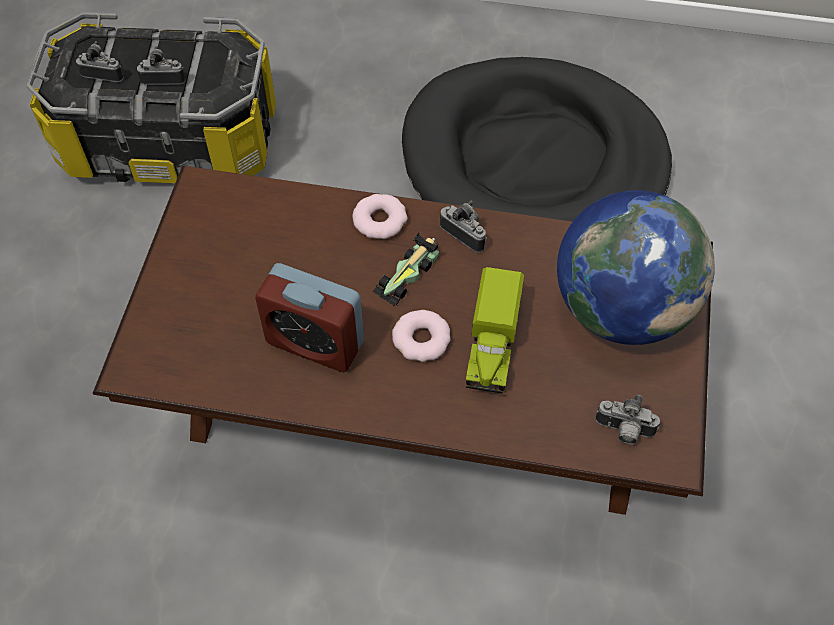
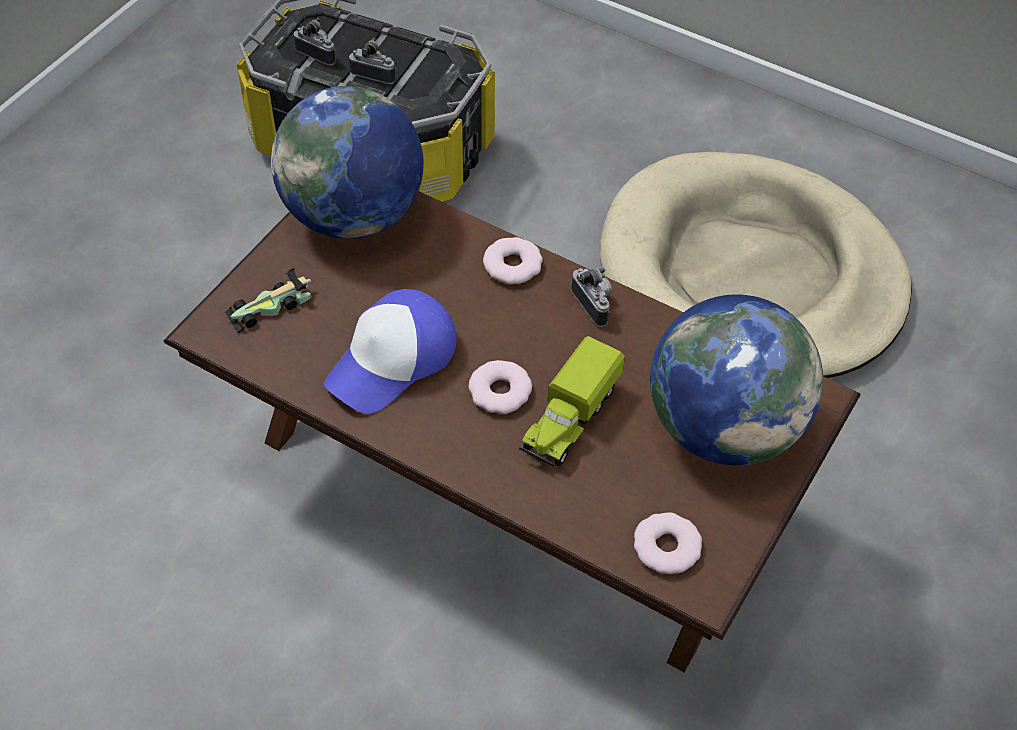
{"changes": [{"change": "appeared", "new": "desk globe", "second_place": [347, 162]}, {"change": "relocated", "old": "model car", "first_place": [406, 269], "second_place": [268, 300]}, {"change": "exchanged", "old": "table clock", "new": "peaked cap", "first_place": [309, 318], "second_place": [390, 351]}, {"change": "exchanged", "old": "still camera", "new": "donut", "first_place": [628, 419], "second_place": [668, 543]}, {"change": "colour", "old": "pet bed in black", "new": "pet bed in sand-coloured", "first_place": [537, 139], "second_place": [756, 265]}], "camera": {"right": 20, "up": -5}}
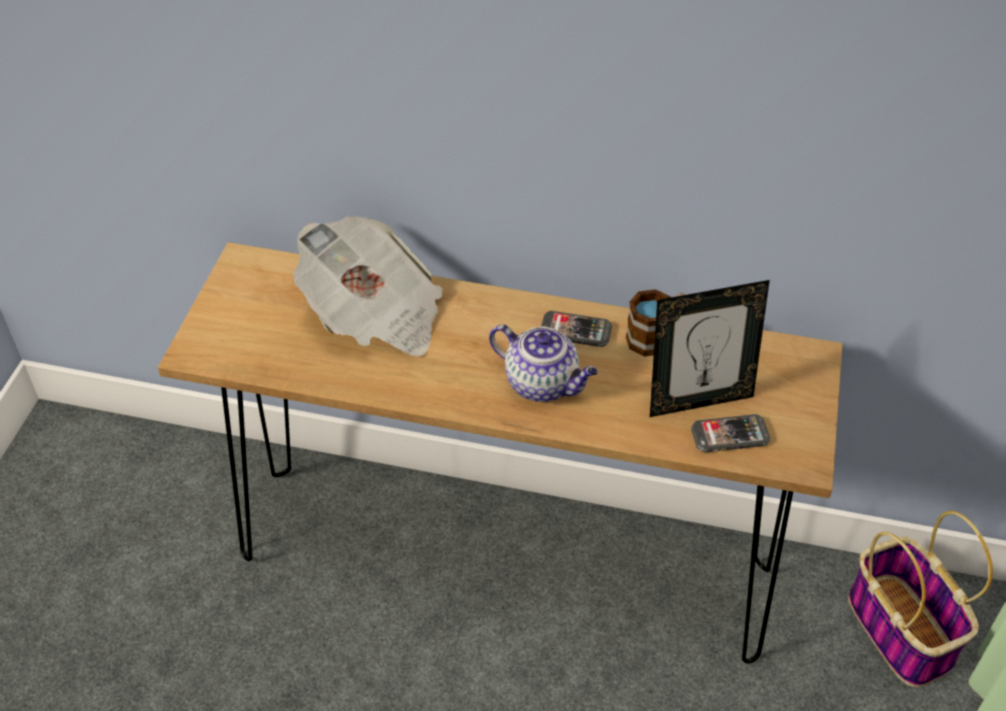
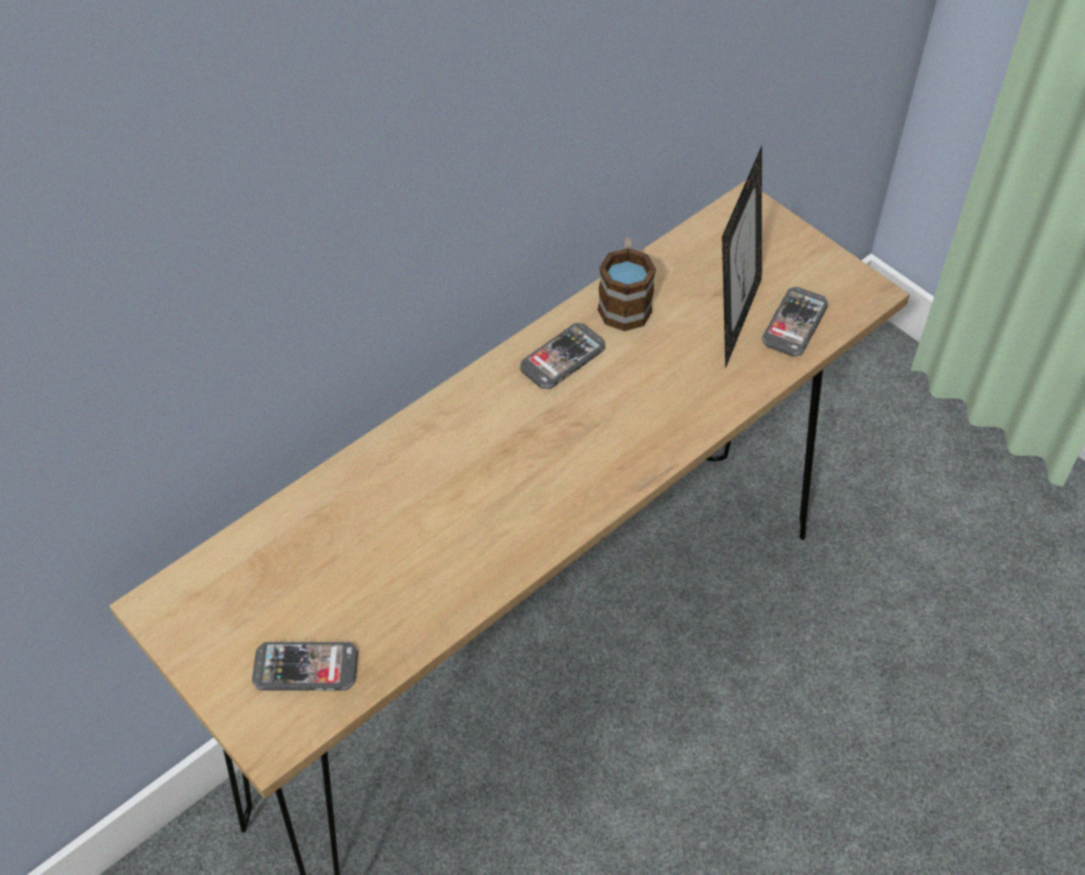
{"changes": [{"change": "missing", "old": "newspaper", "first_place": [368, 286]}, {"change": "missing", "old": "tea pot", "first_place": [543, 363]}, {"change": "missing", "old": "household basket", "first_place": [920, 599]}, {"change": "appeared", "new": "phone", "second_place": [305, 666]}], "camera": {"right": -55, "up": 5}}
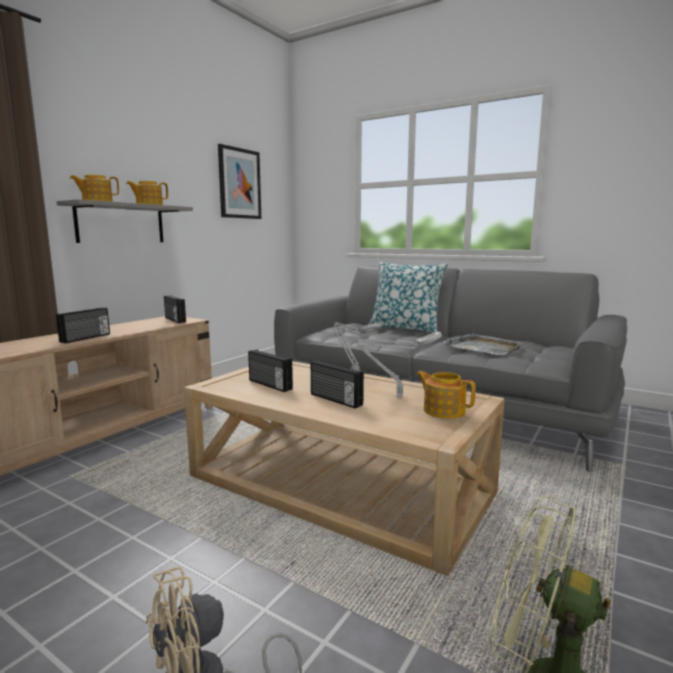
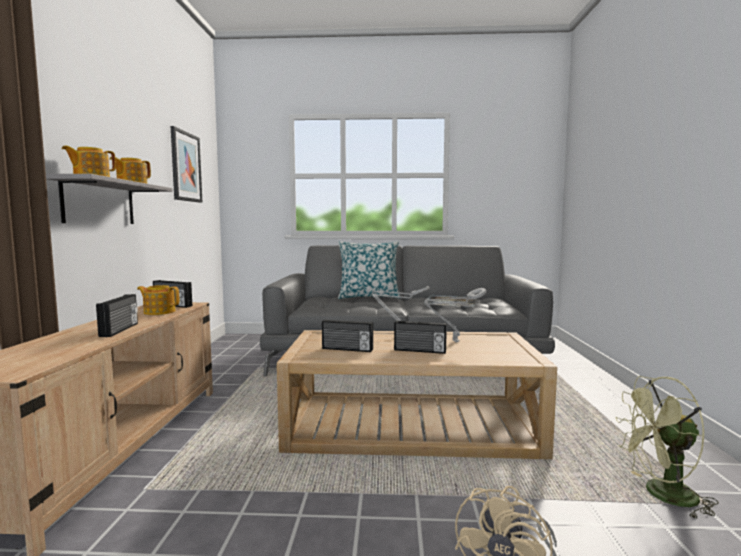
{"changes": [{"change": "relocated", "old": "tea pot", "first_place": [446, 395], "second_place": [158, 300]}], "camera": {"right": -30, "up": -5}}
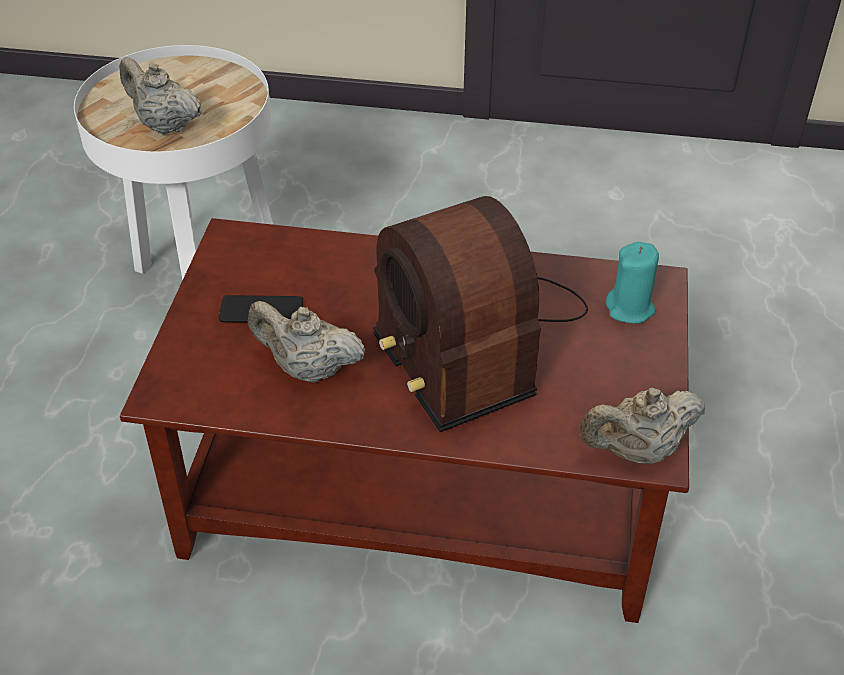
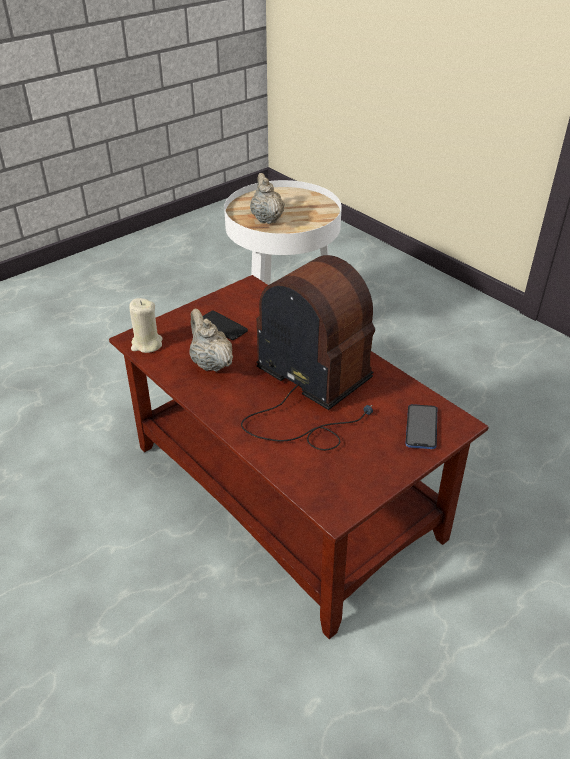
{"changes": [{"change": "missing", "old": "tea pot in sand-coloured", "first_place": [642, 425]}, {"change": "appeared", "new": "wax candle in sand-coloured", "second_place": [146, 325]}, {"change": "exchanged", "old": "wax candle in turquoise", "new": "phone", "first_place": [632, 283], "second_place": [421, 426]}, {"change": "spun", "old": "radio set", "first_place": [480, 314], "second_place": [308, 353], "degrees": 120}], "camera": {"right": 40, "up": -5}}
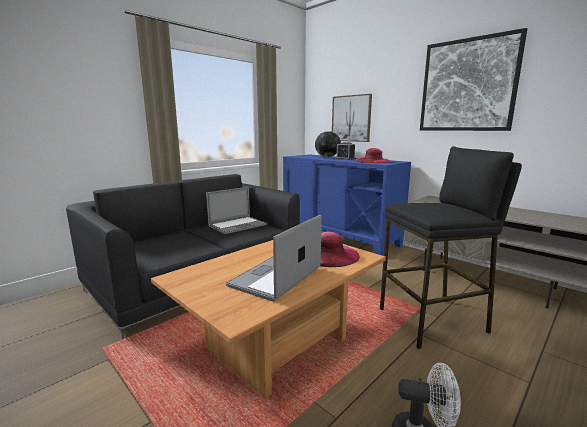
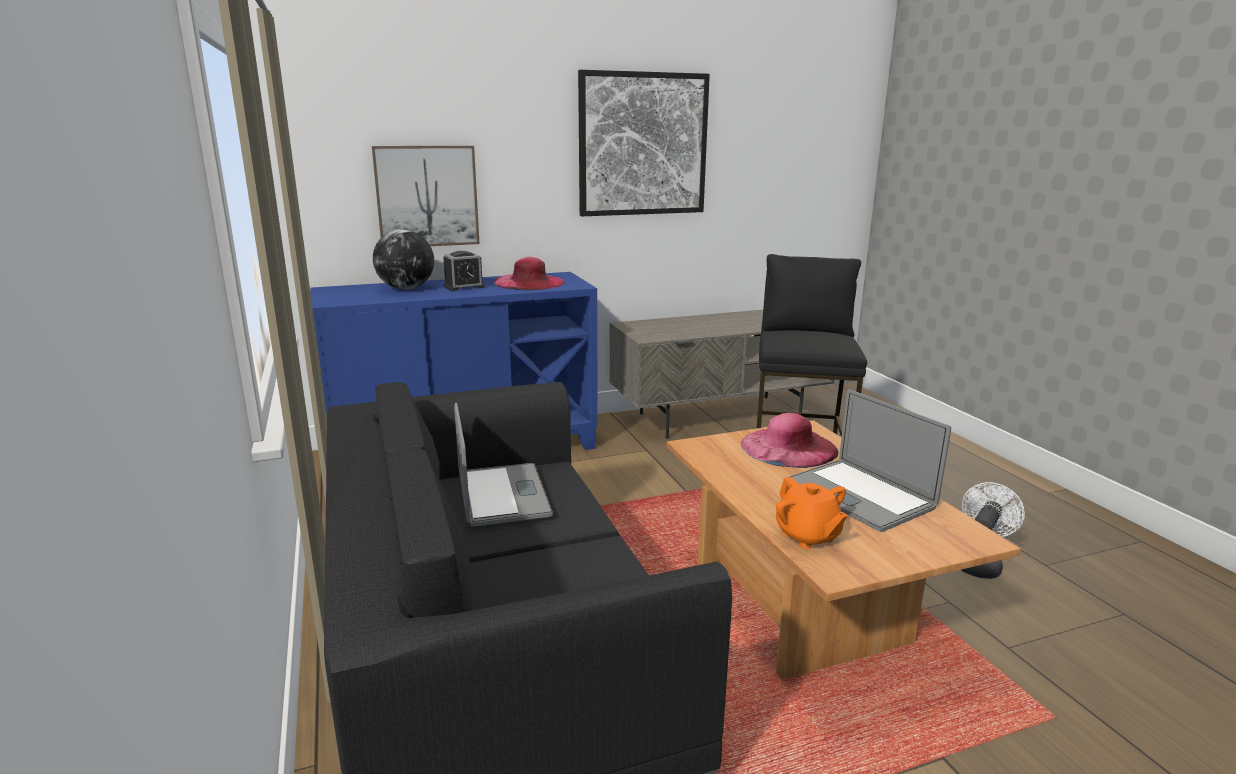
{"changes": [{"change": "appeared", "new": "tea pot in orange", "second_place": [811, 513]}], "camera": {"right": -65, "up": 5}}
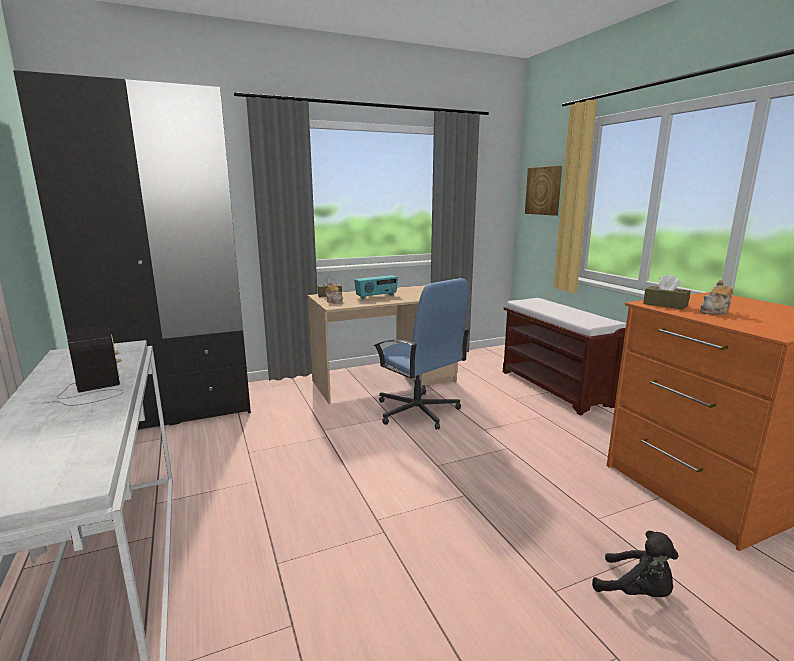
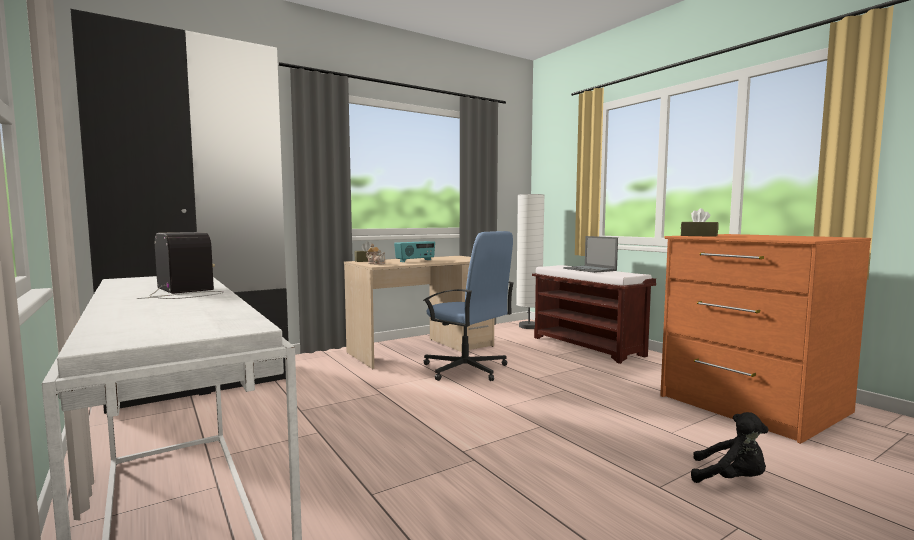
{"changes": [{"change": "missing", "old": "picture", "first_place": [543, 191]}, {"change": "missing", "old": "tea pot", "first_place": [716, 297]}, {"change": "appeared", "new": "floor lamp in whitish", "second_place": [530, 261]}, {"change": "appeared", "new": "laptop", "second_place": [590, 254]}], "camera": {"right": -10, "up": -10}}
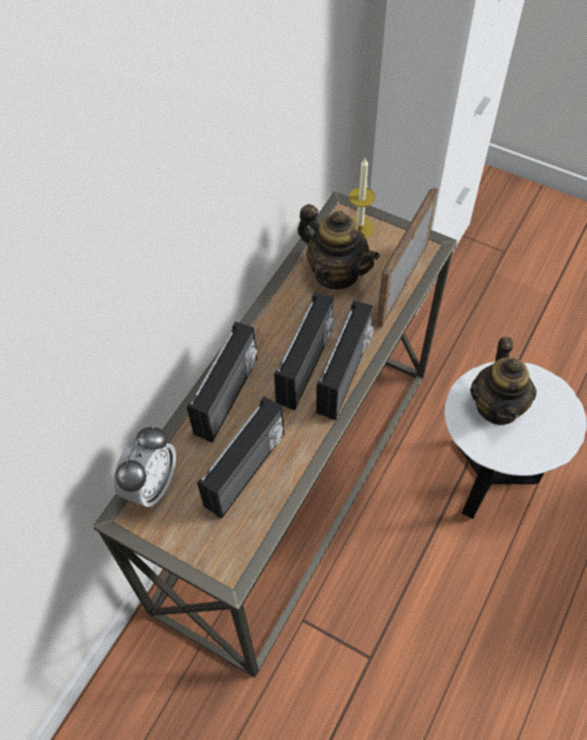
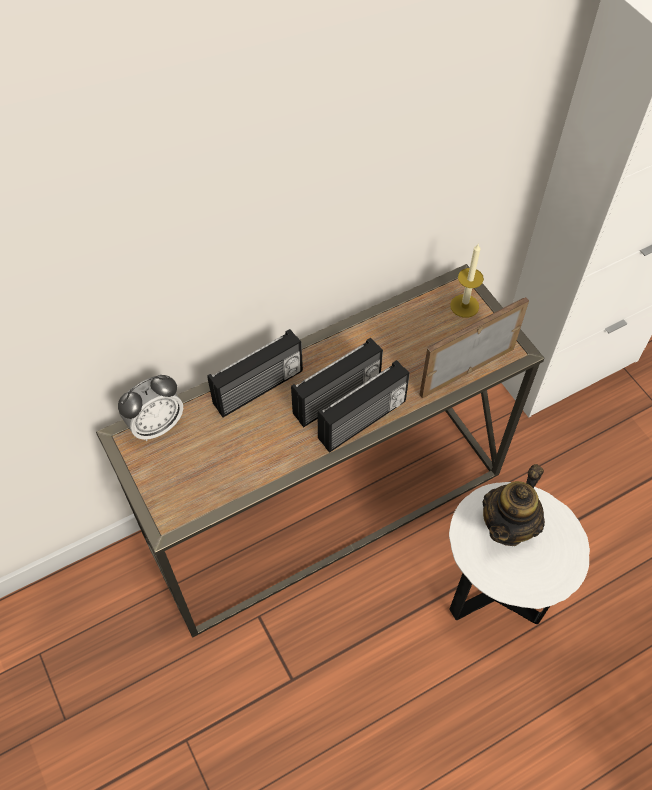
{"changes": [{"change": "missing", "old": "radio set", "first_place": [240, 457]}, {"change": "missing", "old": "tea pot", "first_place": [339, 246]}], "camera": {"right": 30, "up": 0}}
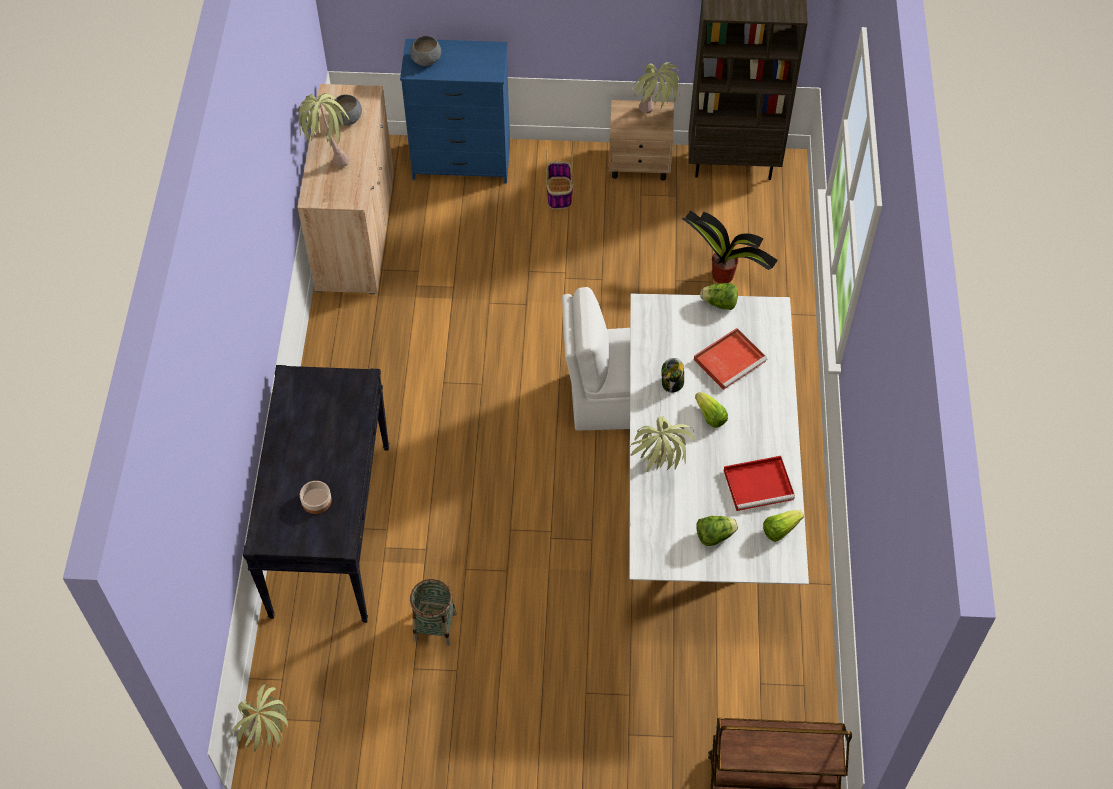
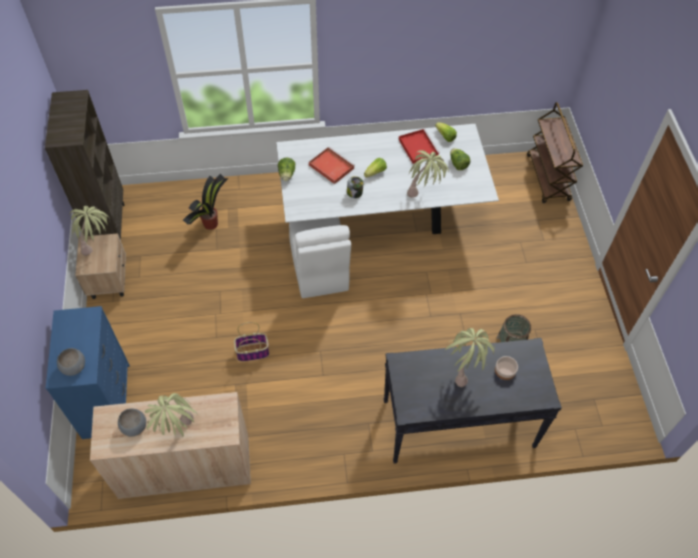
{"changes": [{"change": "relocated", "old": "potted plant", "first_place": [260, 718], "second_place": [470, 357]}, {"change": "relocated", "old": "household basket", "first_place": [560, 180], "second_place": [251, 342]}], "camera": {"right": -100, "up": 0}}
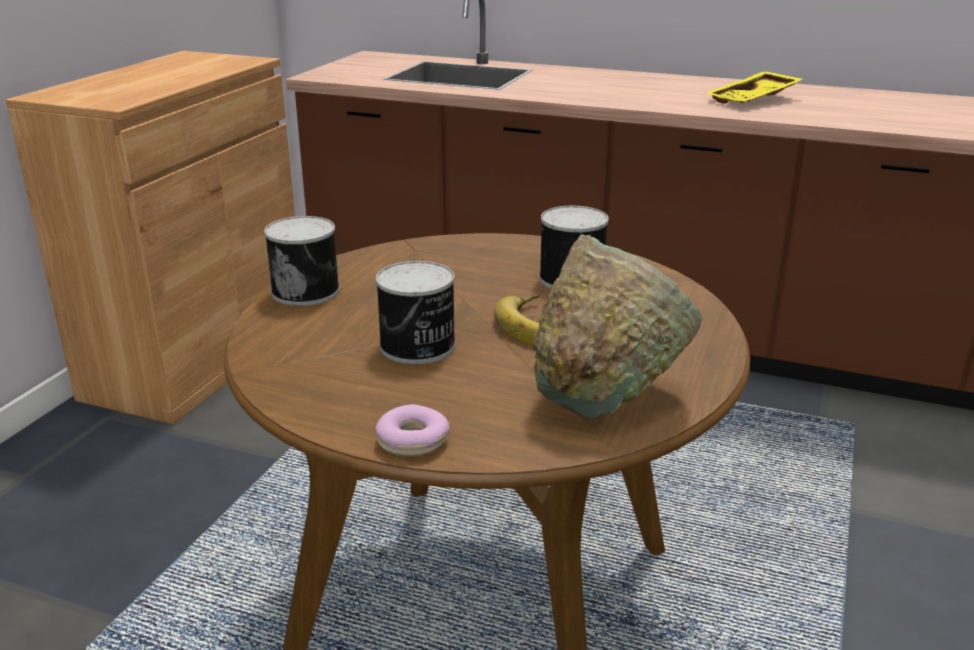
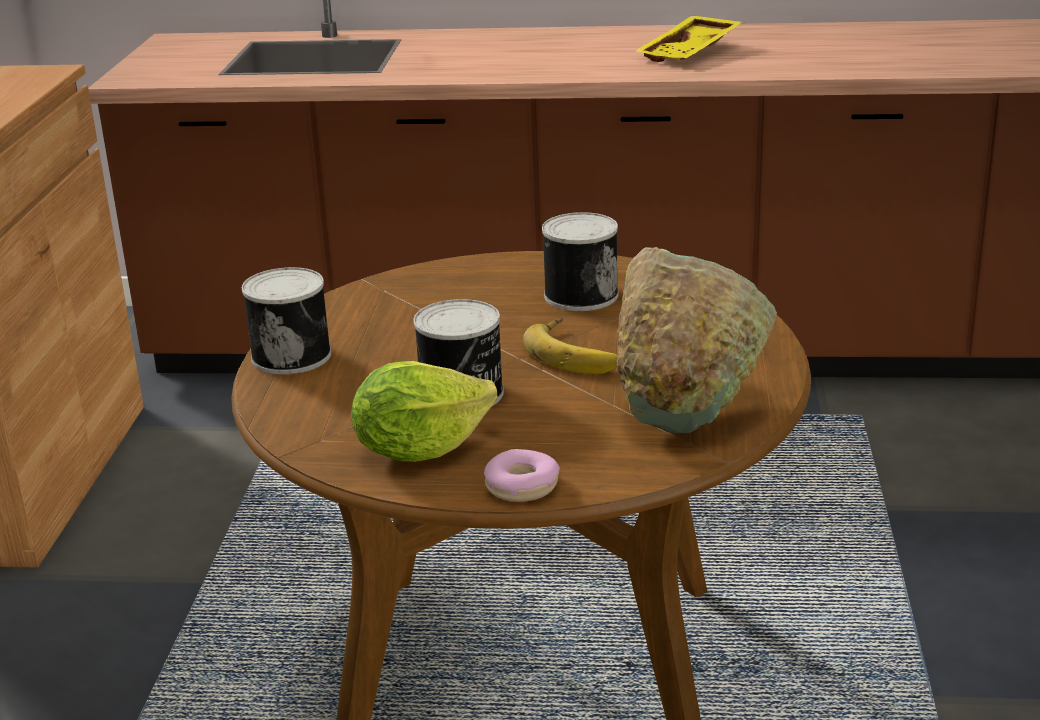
{"changes": [{"change": "appeared", "new": "lettuce", "second_place": [424, 411]}], "camera": {"right": -15, "up": 0}}
